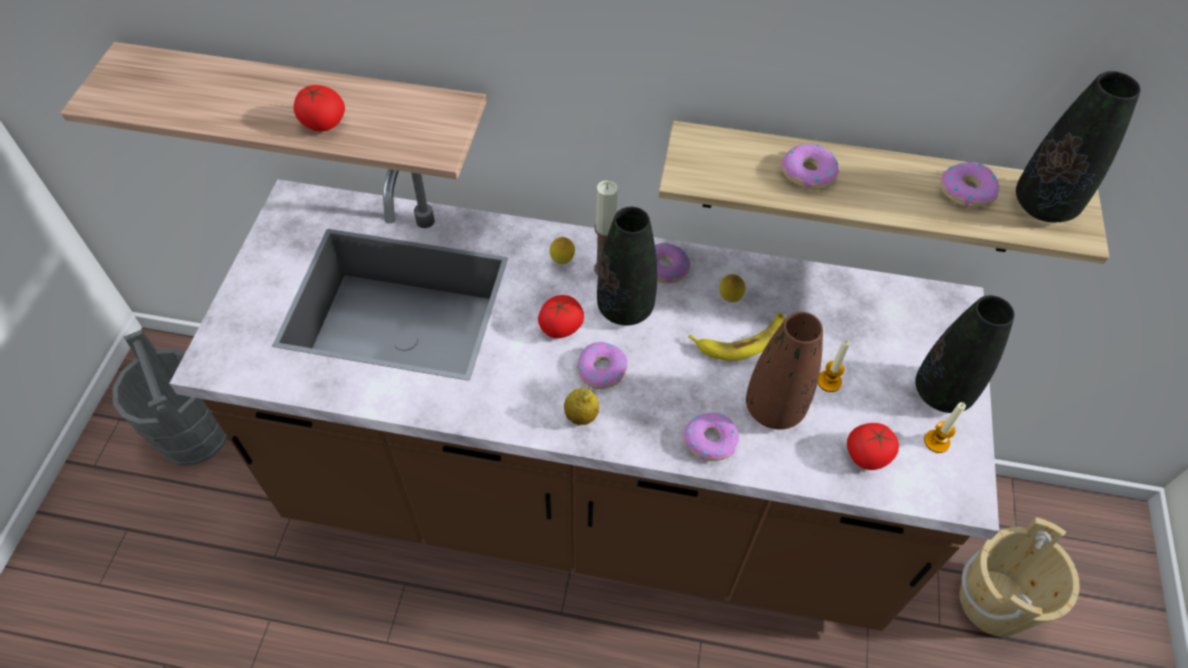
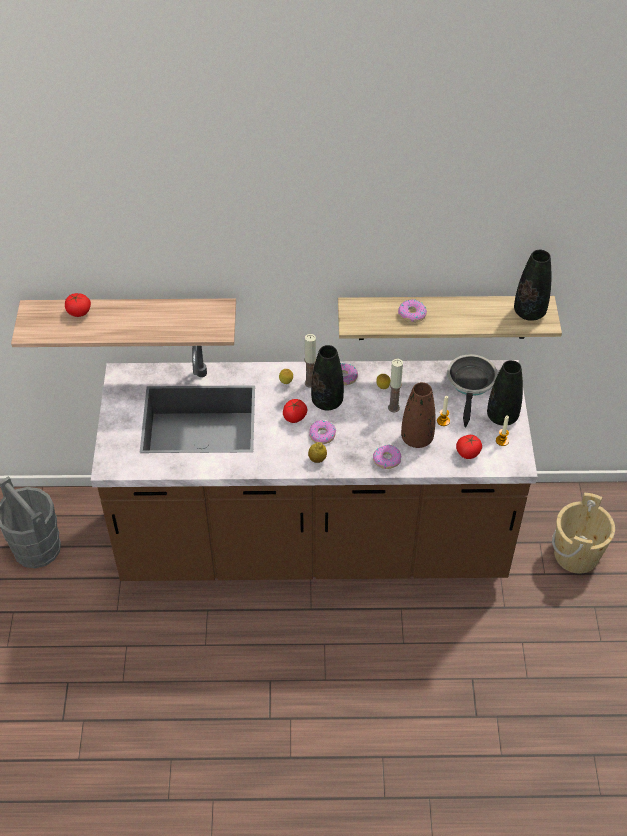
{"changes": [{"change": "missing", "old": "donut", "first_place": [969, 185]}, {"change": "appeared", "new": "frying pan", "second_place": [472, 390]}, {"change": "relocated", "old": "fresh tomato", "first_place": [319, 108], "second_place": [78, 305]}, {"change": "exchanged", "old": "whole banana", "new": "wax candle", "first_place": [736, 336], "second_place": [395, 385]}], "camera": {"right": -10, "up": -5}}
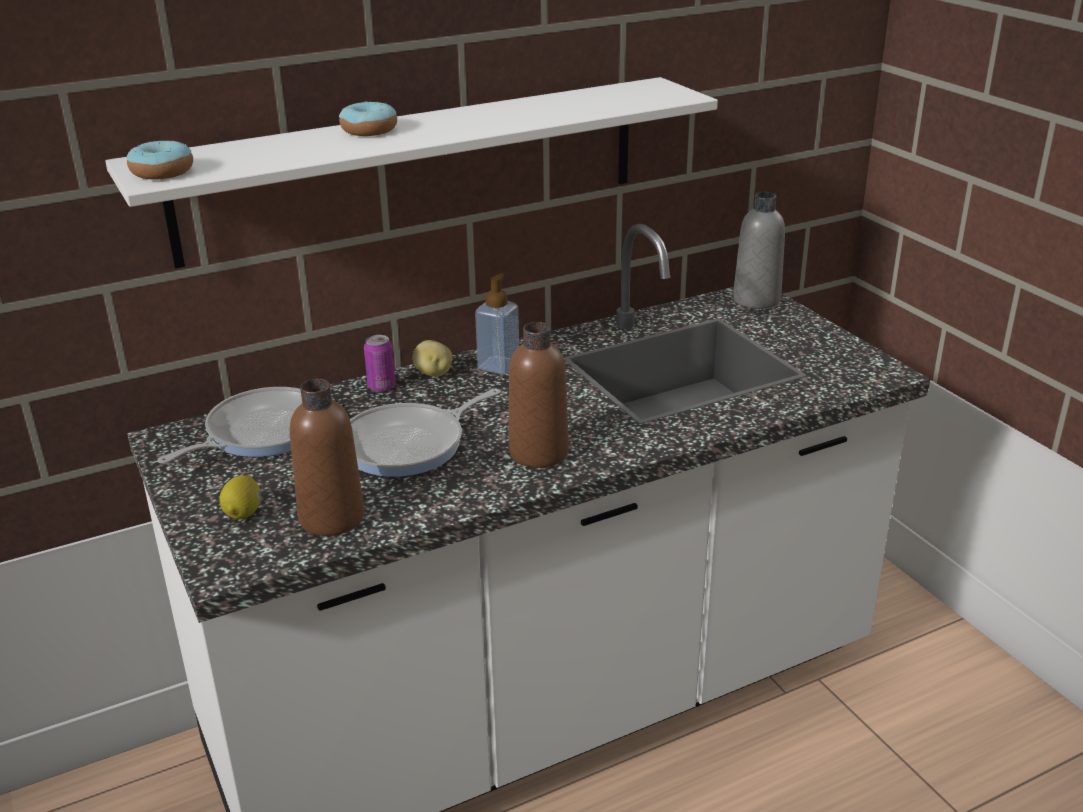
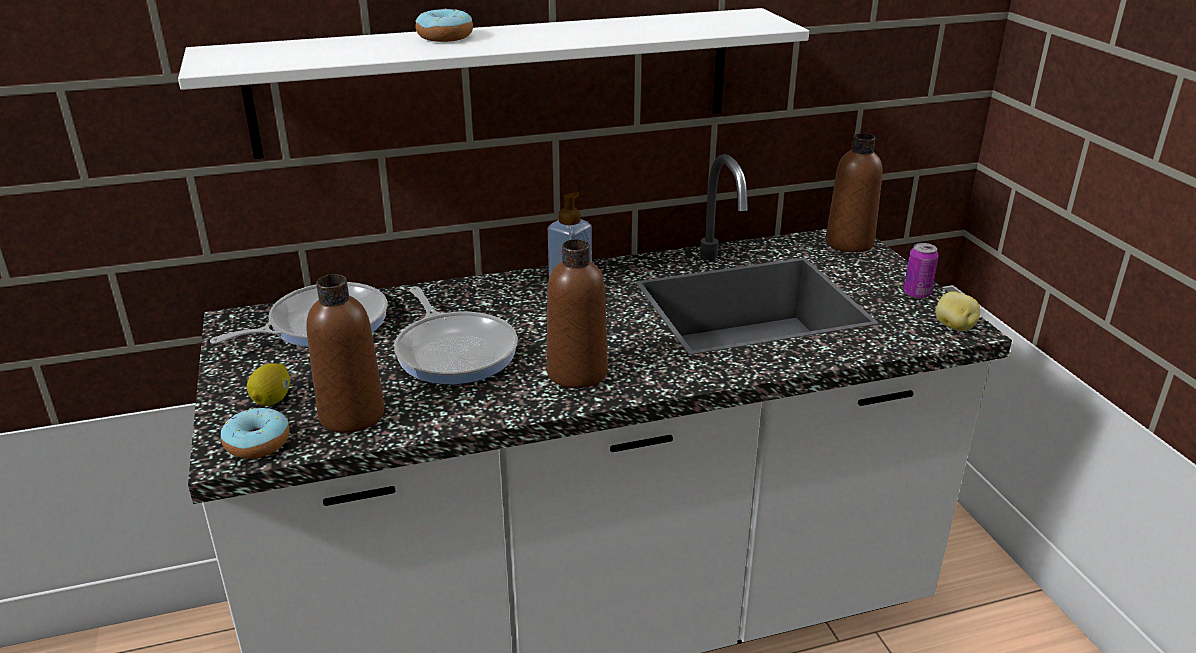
{"changes": [{"change": "relocated", "old": "donut", "first_place": [160, 160], "second_place": [255, 433]}, {"change": "relocated", "old": "metal can", "first_place": [379, 363], "second_place": [921, 271]}, {"change": "relocated", "old": "potato", "first_place": [432, 358], "second_place": [958, 311]}, {"change": "colour", "old": "drink bottle in grey", "new": "drink bottle in brown-coloured", "first_place": [759, 250], "second_place": [854, 193]}, {"change": "spun", "old": "frying pan", "first_place": [425, 433], "second_place": [456, 335], "degrees": -90}], "camera": {"right": 10, "up": 0}}
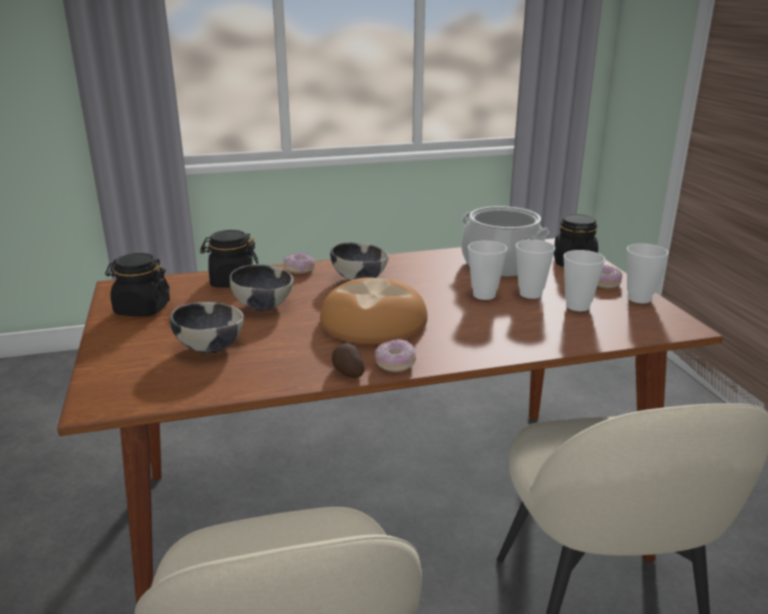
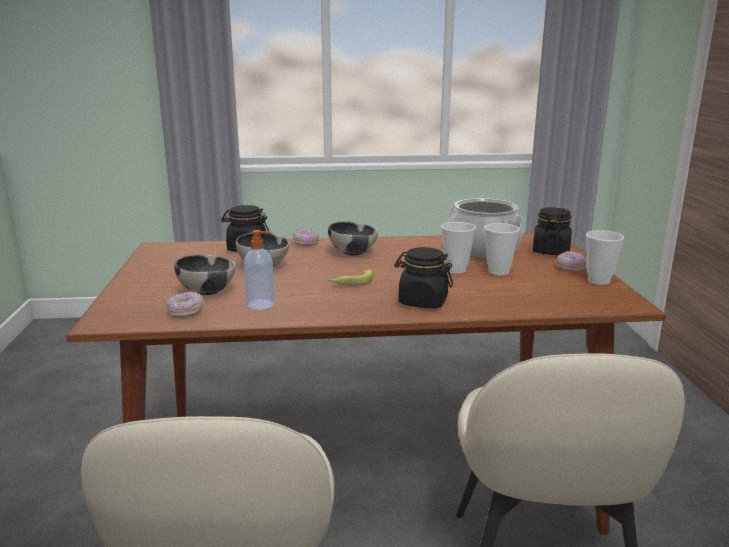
{"changes": [{"change": "missing", "old": "potato", "first_place": [348, 360]}, {"change": "missing", "old": "cup", "first_place": [584, 280]}, {"change": "appeared", "new": "soap dispenser", "second_place": [259, 270]}, {"change": "relocated", "old": "jar in black", "first_place": [137, 285], "second_place": [424, 277]}, {"change": "relocated", "old": "donut", "first_place": [395, 355], "second_place": [185, 305]}, {"change": "exchanged", "old": "bakery bread", "new": "whole banana", "first_place": [374, 310], "second_place": [350, 277]}], "camera": {"right": 10, "up": -5}}
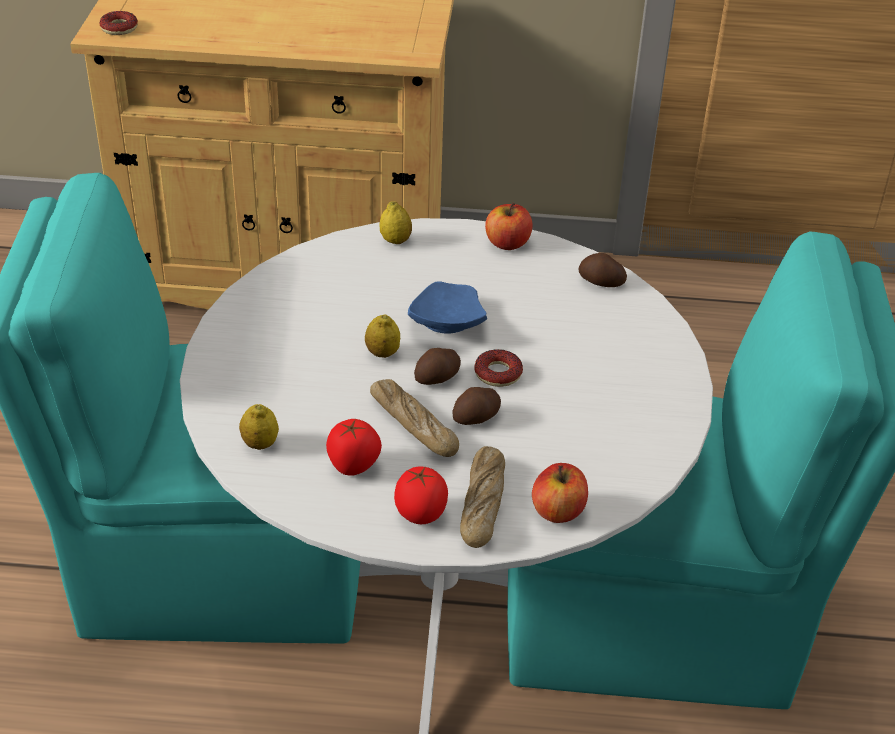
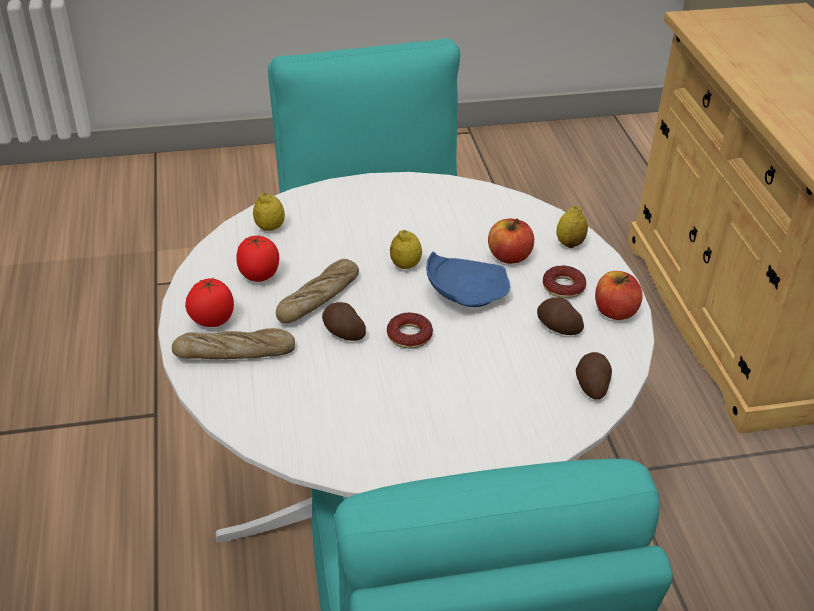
{"changes": [{"change": "relocated", "old": "donut", "first_place": [118, 23], "second_place": [564, 282]}, {"change": "relocated", "old": "potato", "first_place": [437, 366], "second_place": [560, 316]}, {"change": "relocated", "old": "apple", "first_place": [560, 493], "second_place": [511, 241]}], "camera": {"right": 75, "up": 0}}
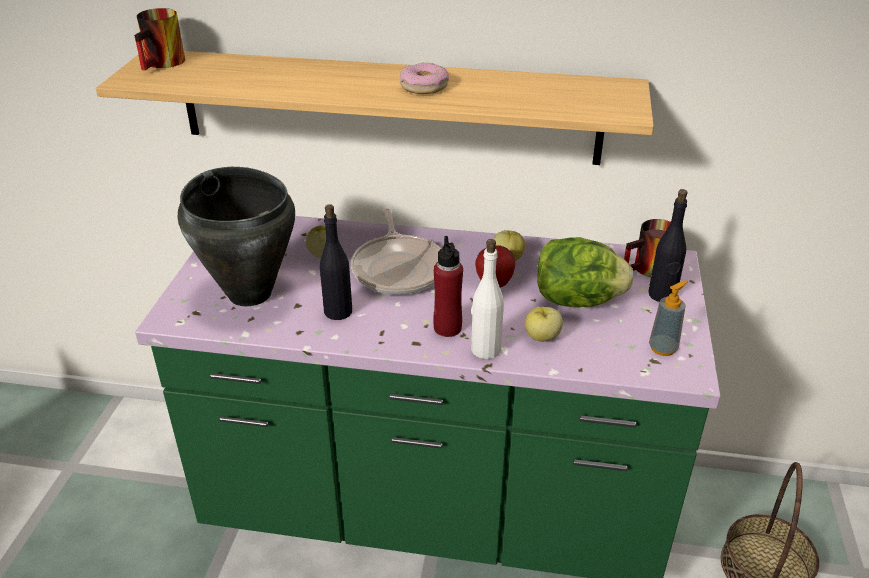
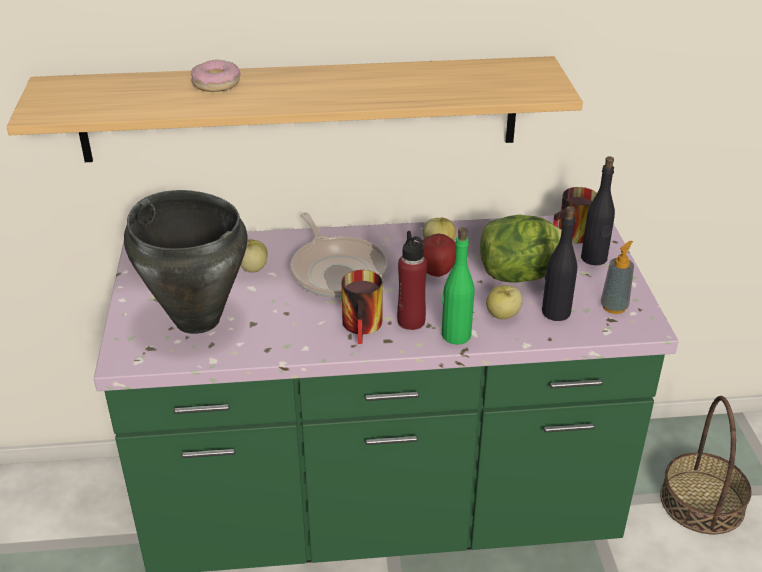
{"changes": [{"change": "relocated", "old": "mug", "first_place": [159, 39], "second_place": [361, 307]}, {"change": "relocated", "old": "drink bottle in black", "first_place": [336, 262], "second_place": [559, 263]}, {"change": "relocated", "old": "donut", "first_place": [424, 78], "second_place": [216, 76]}, {"change": "colour", "old": "drink bottle in whitish", "new": "drink bottle in green", "first_place": [487, 299], "second_place": [458, 286]}], "camera": {"right": -15, "up": 0}}
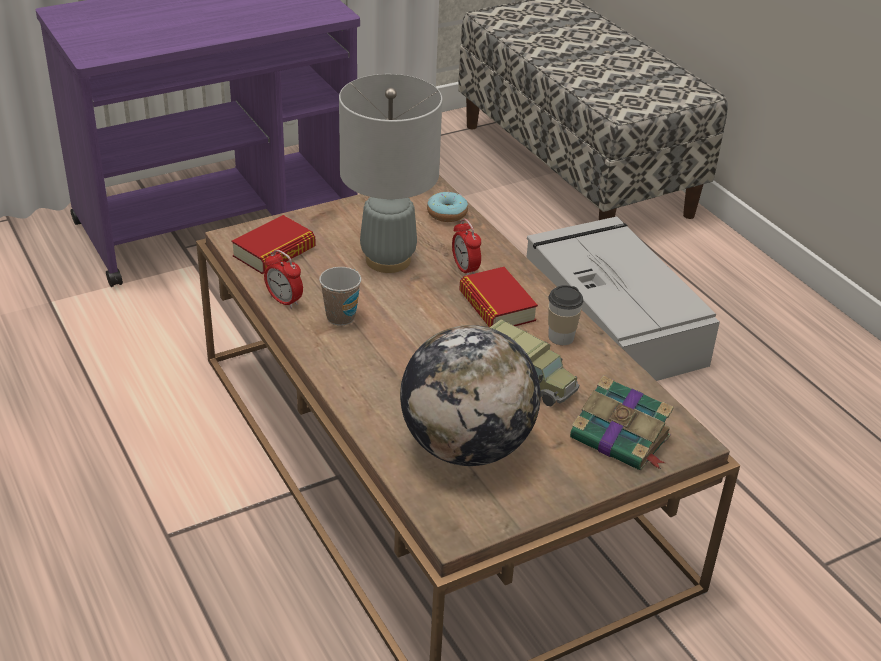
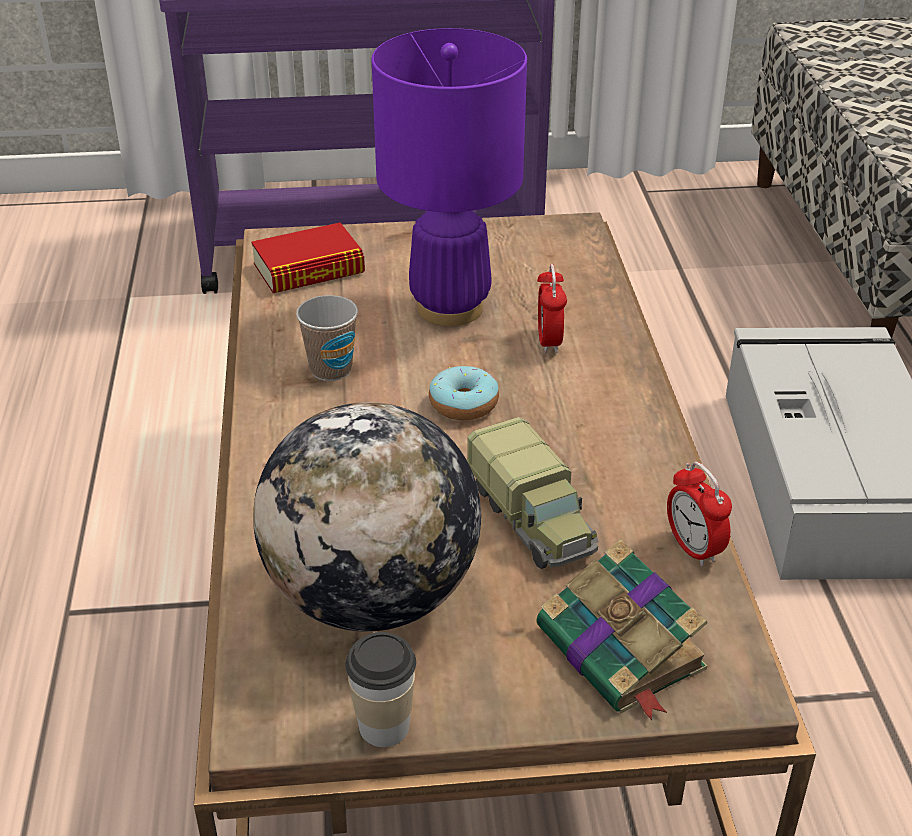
{"changes": [{"change": "missing", "old": "bound book", "first_place": [498, 297]}, {"change": "relocated", "old": "table clock", "first_place": [283, 279], "second_place": [699, 514]}, {"change": "relocated", "old": "donut", "first_place": [447, 207], "second_place": [464, 393]}, {"change": "relocated", "old": "cup", "first_place": [565, 315], "second_place": [380, 689]}, {"change": "colour", "old": "lamp for a table in grey", "new": "lamp for a table in purple-coloured", "first_place": [390, 173], "second_place": [449, 177]}], "camera": {"right": 25, "up": 0}}
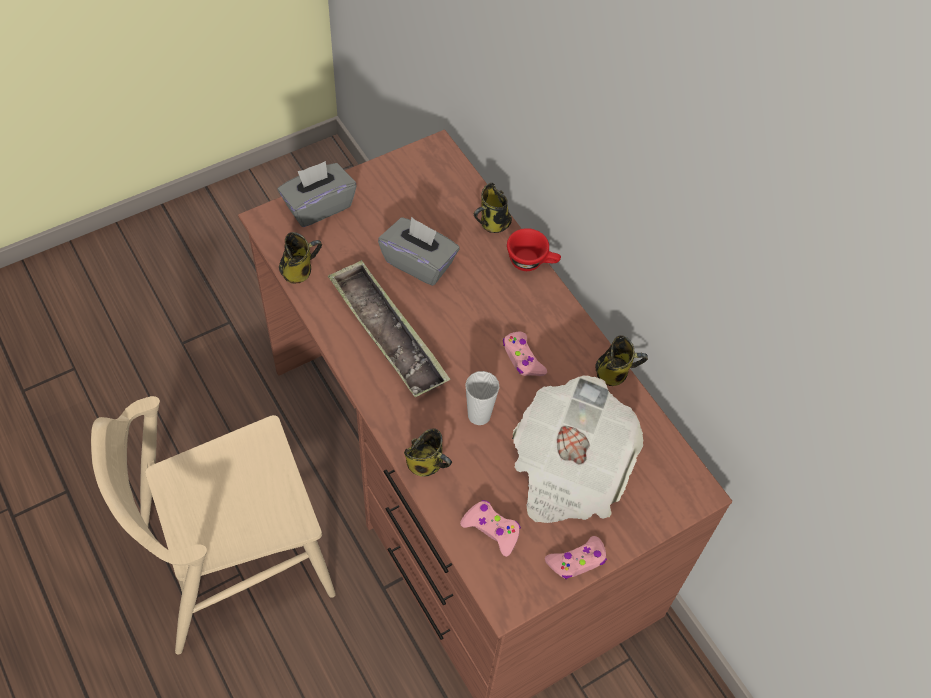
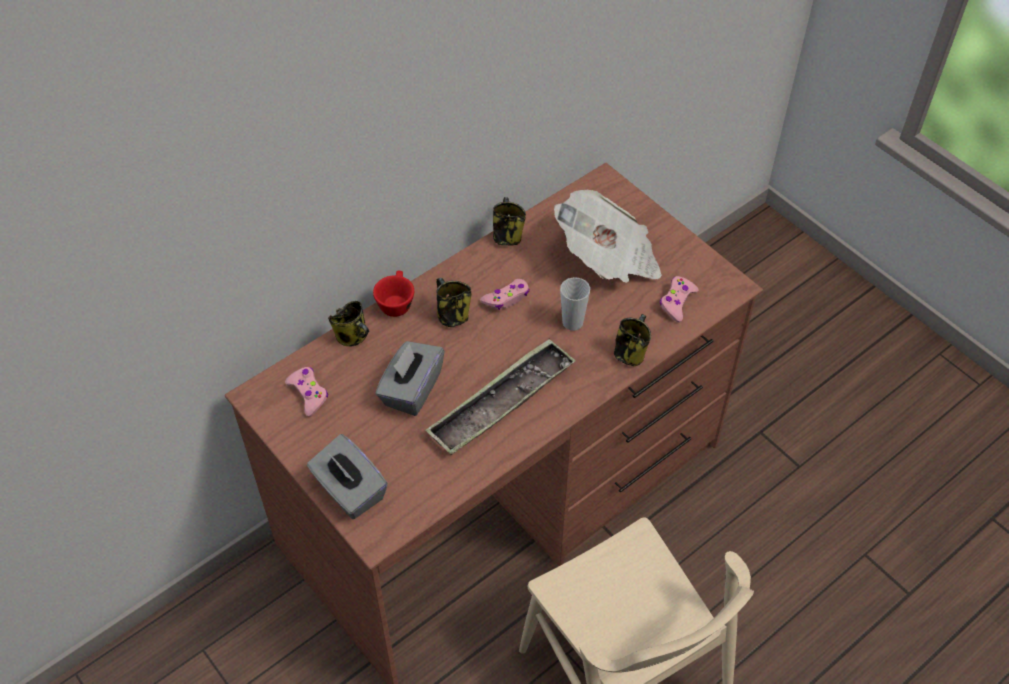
{"changes": [{"change": "relocated", "old": "mug", "first_place": [300, 257], "second_place": [454, 302]}, {"change": "relocated", "old": "joypad in pink-coloured", "first_place": [576, 558], "second_place": [306, 392]}], "camera": {"right": -95, "up": -5}}
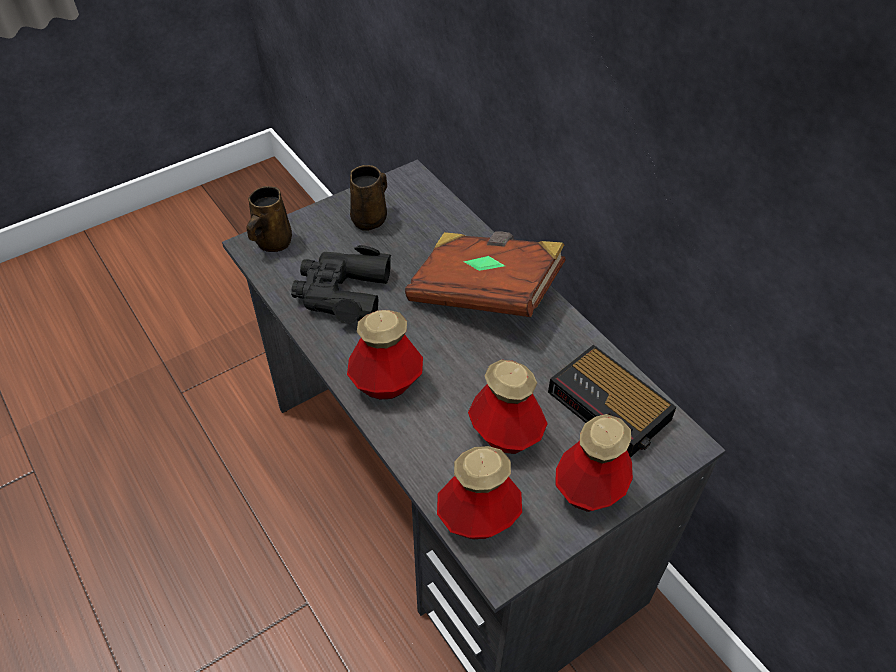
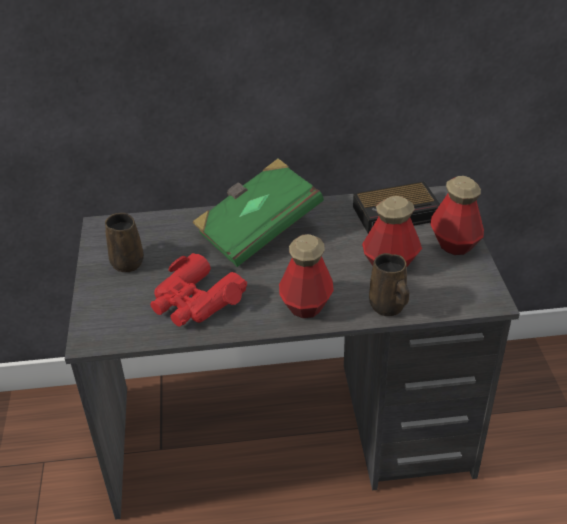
{"changes": [{"change": "missing", "old": "drink bottle", "first_place": [479, 492]}, {"change": "relocated", "old": "mug in brown-coloured", "first_place": [269, 219], "second_place": [389, 284]}, {"change": "colour", "old": "pair of binoculars in black", "new": "pair of binoculars in red", "first_place": [341, 284], "second_place": [198, 290]}, {"change": "colour", "old": "bound book in brown-coloured", "new": "bound book in green", "first_place": [485, 274], "second_place": [258, 212]}], "camera": {"right": -60, "up": -10}}
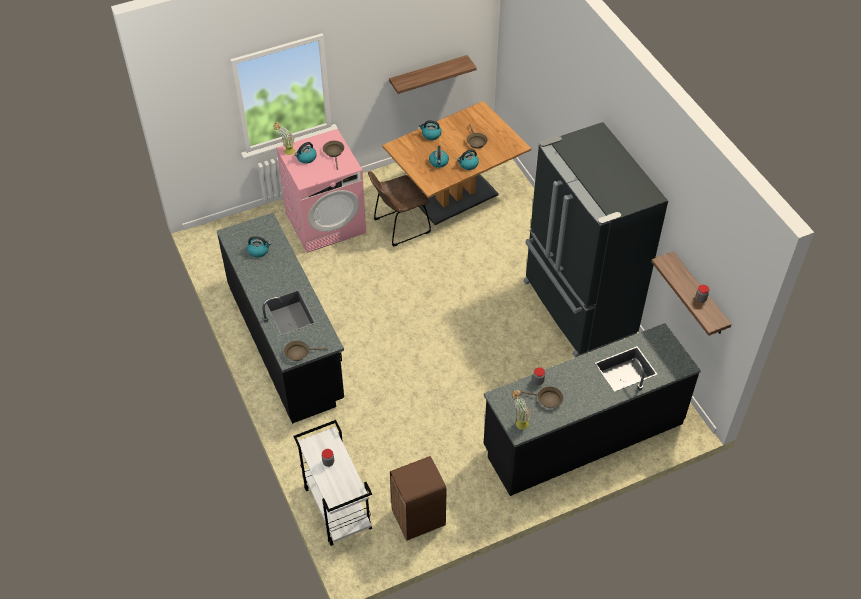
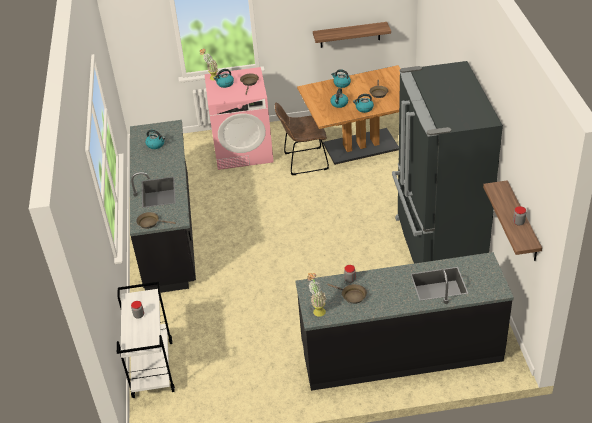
{"changes": [{"change": "missing", "old": "trash can in brown-coloured", "first_place": [418, 498]}], "camera": {"right": 20, "up": -10}}
